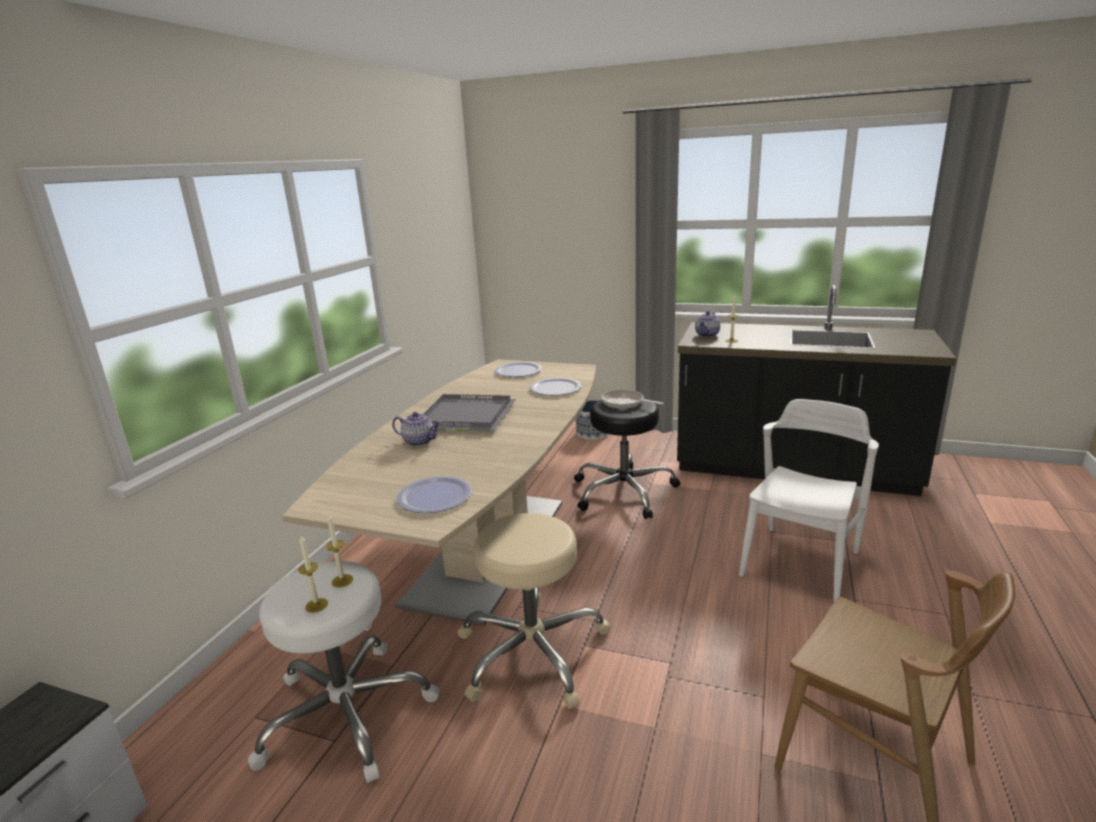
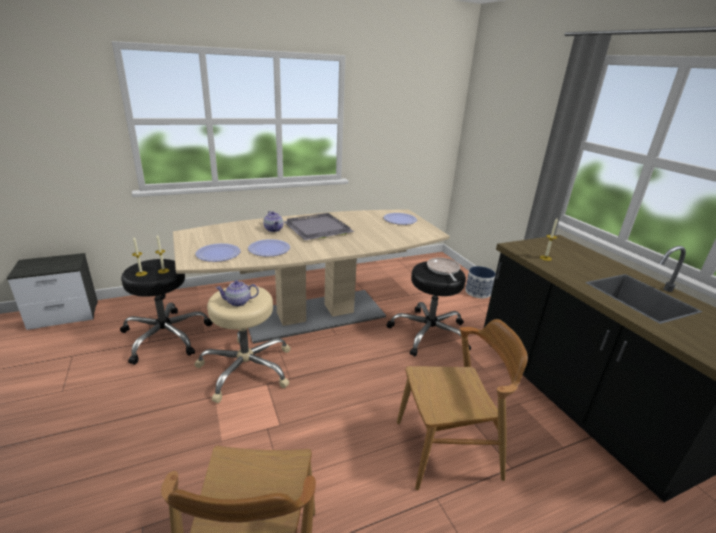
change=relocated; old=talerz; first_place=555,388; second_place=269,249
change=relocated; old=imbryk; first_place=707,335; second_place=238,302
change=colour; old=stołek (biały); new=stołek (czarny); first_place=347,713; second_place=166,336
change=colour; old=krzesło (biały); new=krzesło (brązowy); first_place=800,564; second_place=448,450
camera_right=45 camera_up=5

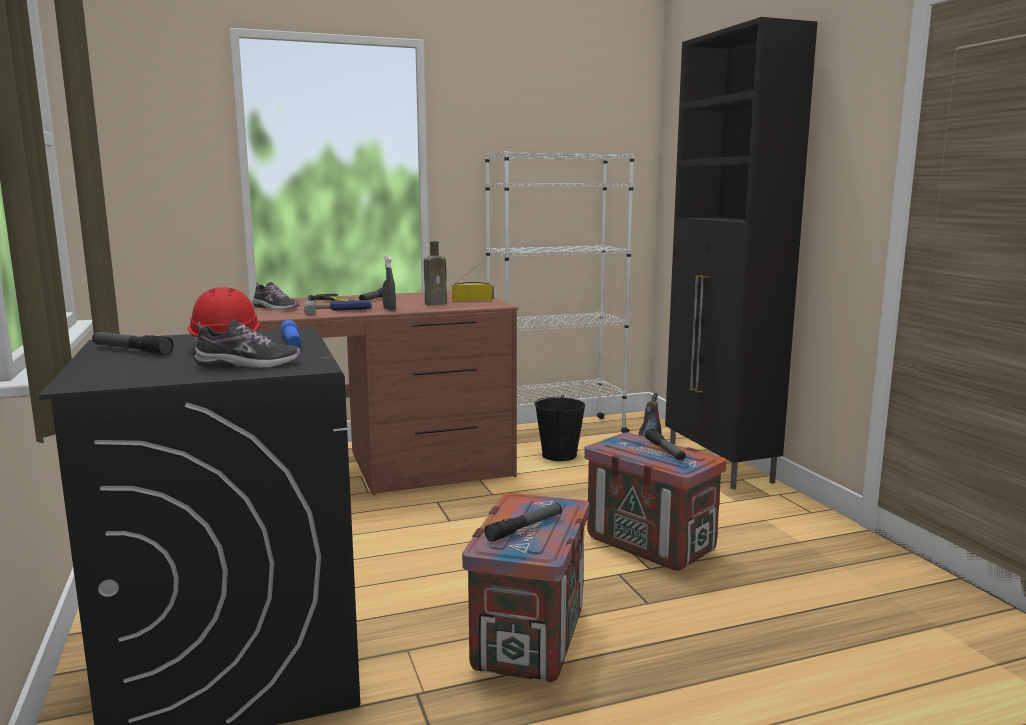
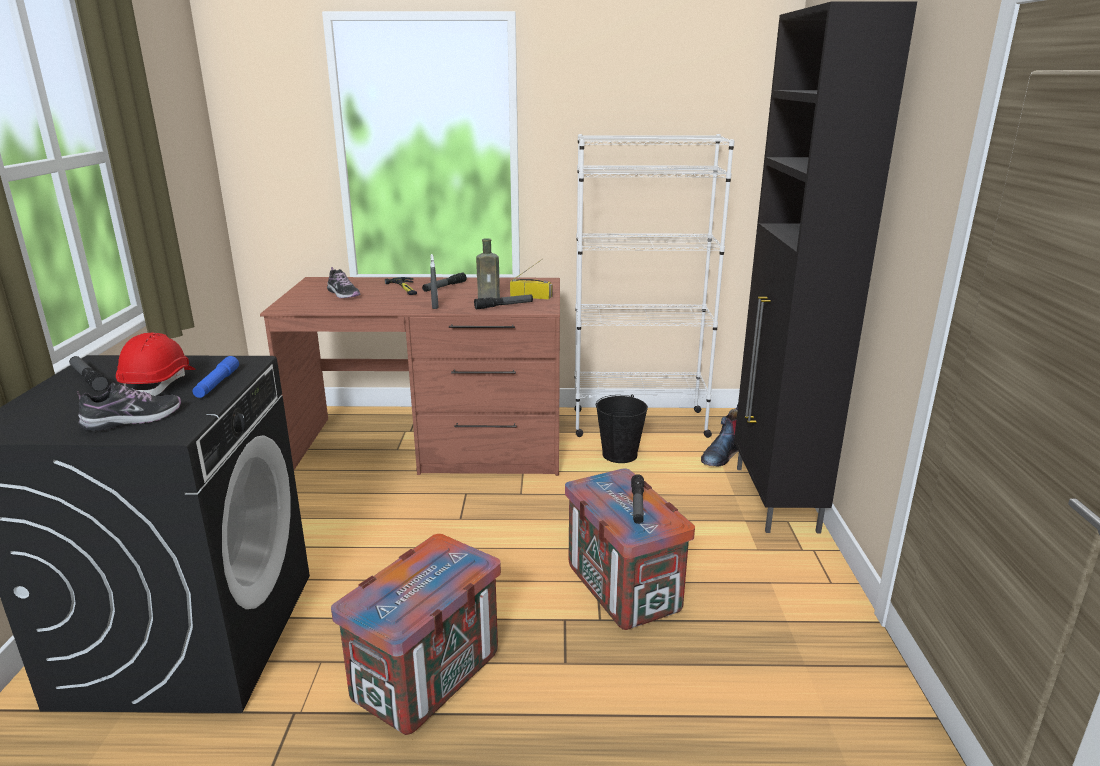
change=missing; old=młotek; first_place=337,310
change=relocated; old=latarka; first_place=525,527; second_place=504,306
change=spun; old=but; first_place=248,365; second_place=133,420; degrees=-45
camera_right=20 camera_up=10

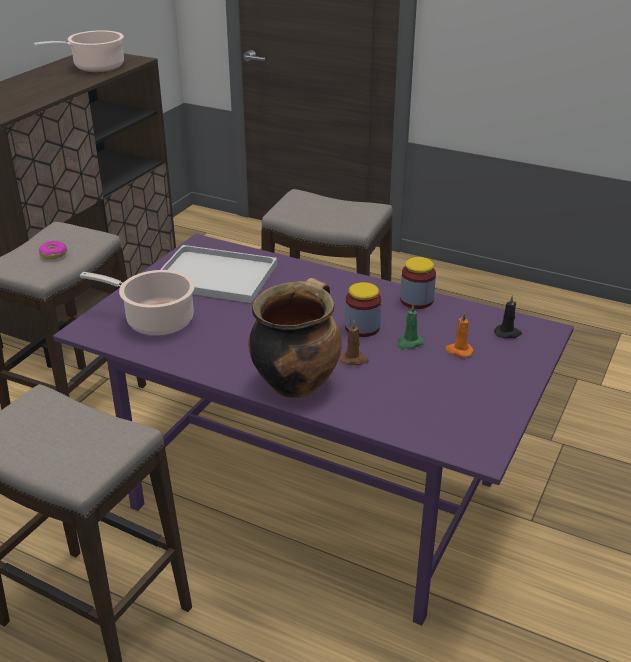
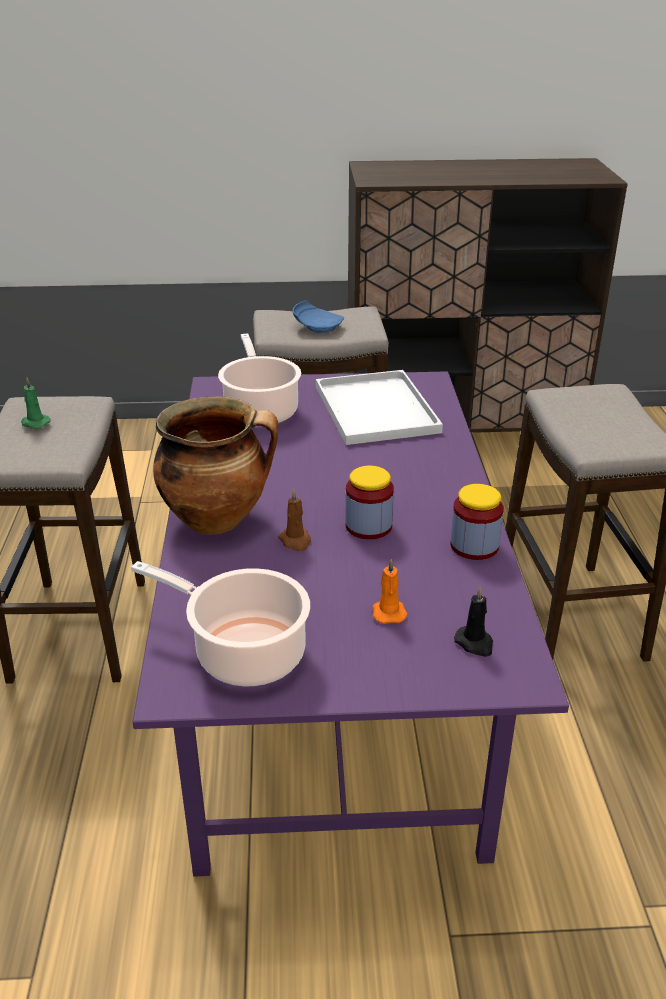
change=relocated; old=garnek; first_place=95,67; second_place=243,652
change=relocated; old=świeca (zielony); first_place=409,343; second_place=34,423
change=exchanged; old=donut; new=talerz (niebieski); first_place=53,254; second_place=317,327
camera_right=60 camera_up=0

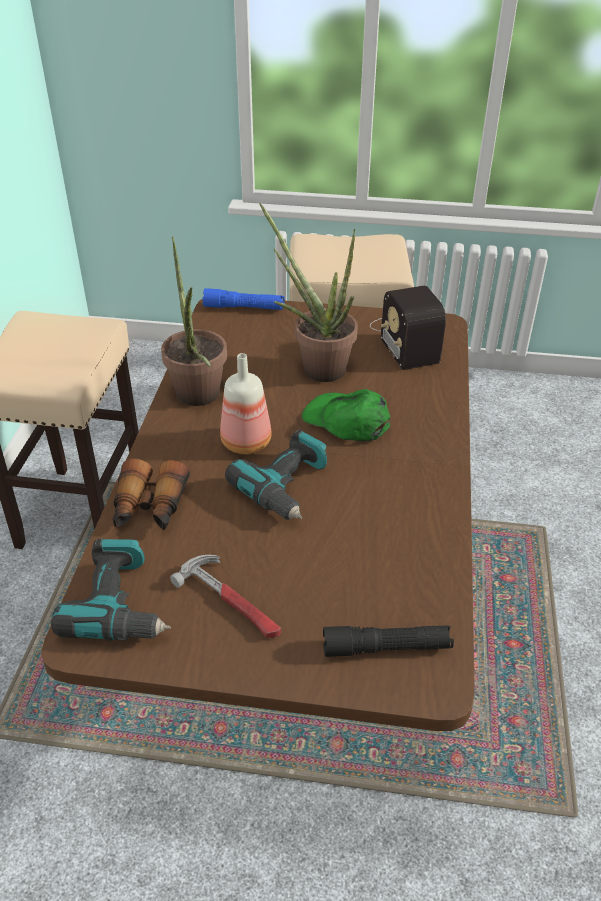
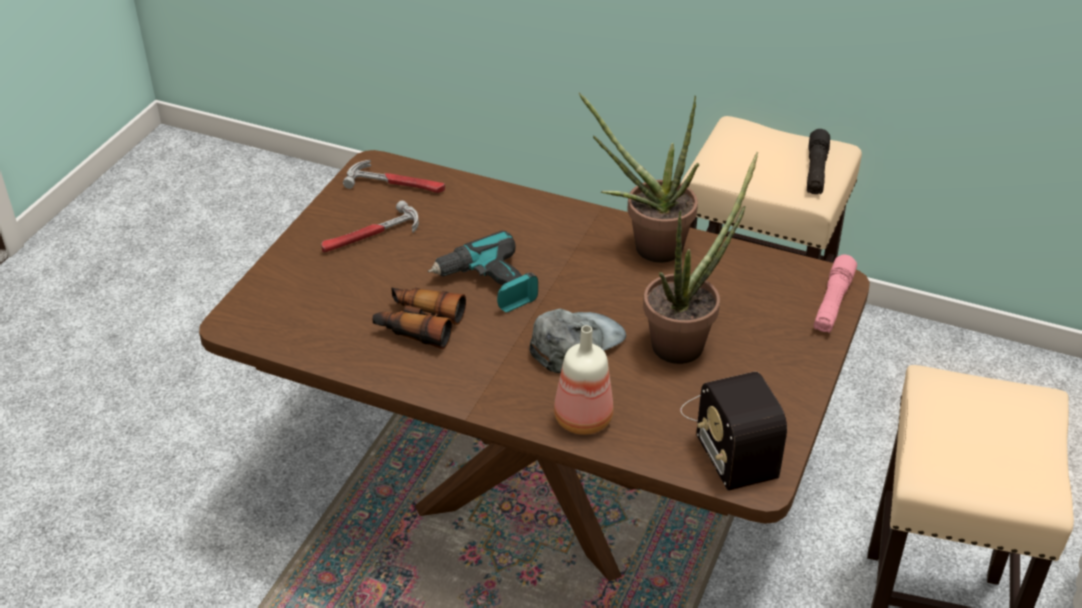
change=relocated; old=lornetka; first_place=149,508; second_place=418,325
change=relocated; old=butelka; first_place=247,443; second_place=582,420
change=relocated; old=latarka (czarny); first_place=386,648; second_place=816,171
change=exchanged; old=wiertarka; new=młotek; first_place=120,604; second_place=397,184
change=colour; old=latarka (niebieski); new=latarka (różowy); first_place=244,308; second_place=832,303
change=colour; old=czapka z daszkiem (zielony); new=czapka z daszkiem (szary); first_place=346,420; second_place=575,343
change=spun; old=radio; first_place=405,338; second_place=731,433; degrees=-105
camera_right=105 camera_up=0

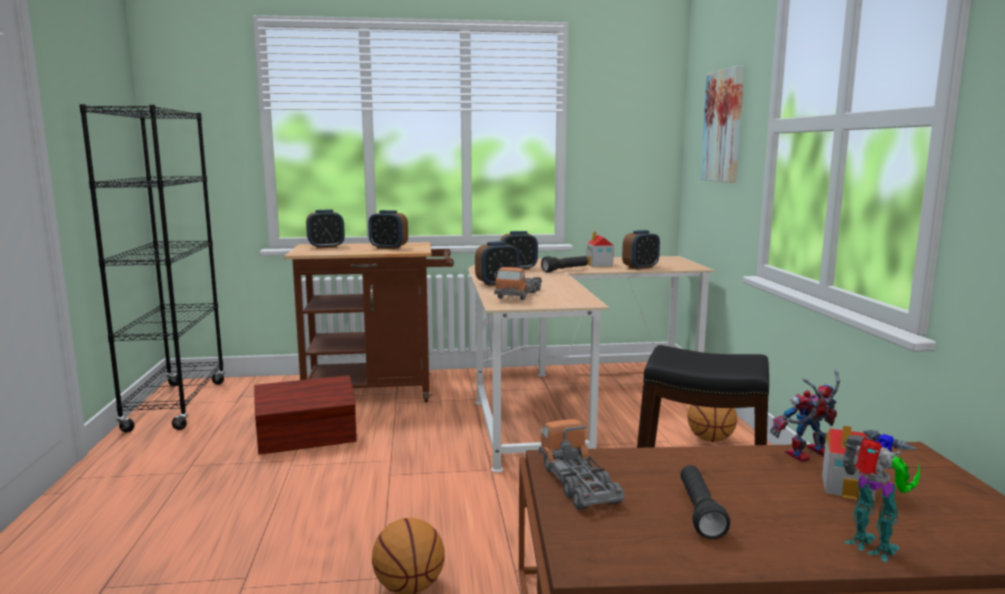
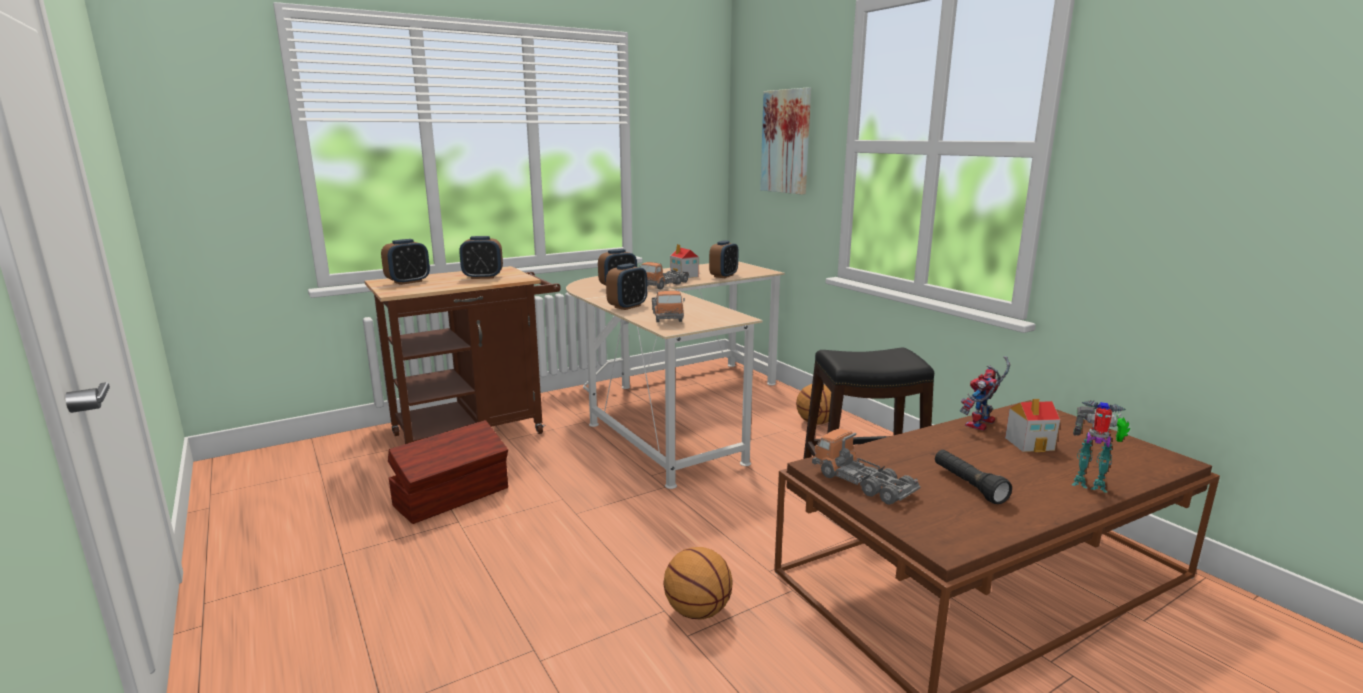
change=missing; old=regał (czarny); first_place=177,405
change=exchanged; old=latarka (czarny); new=ciężarówka zabawkowa; first_place=565,270; second_place=664,285
camera_right=-25 camera_up=5

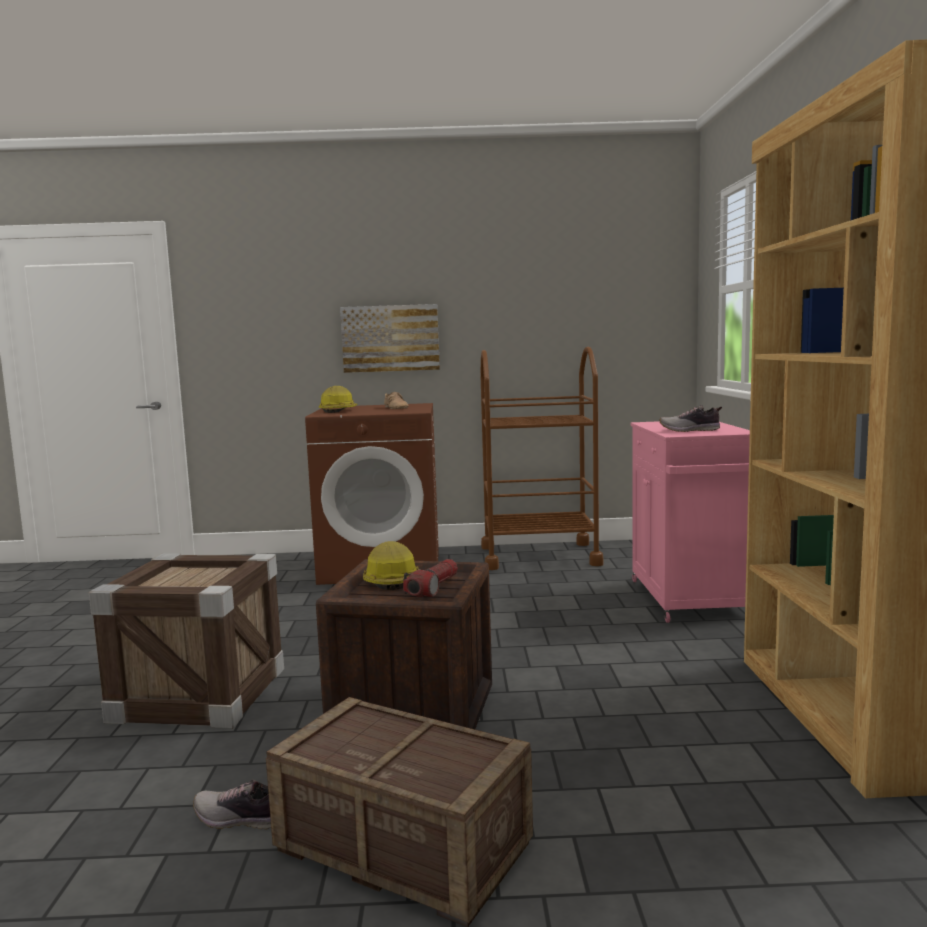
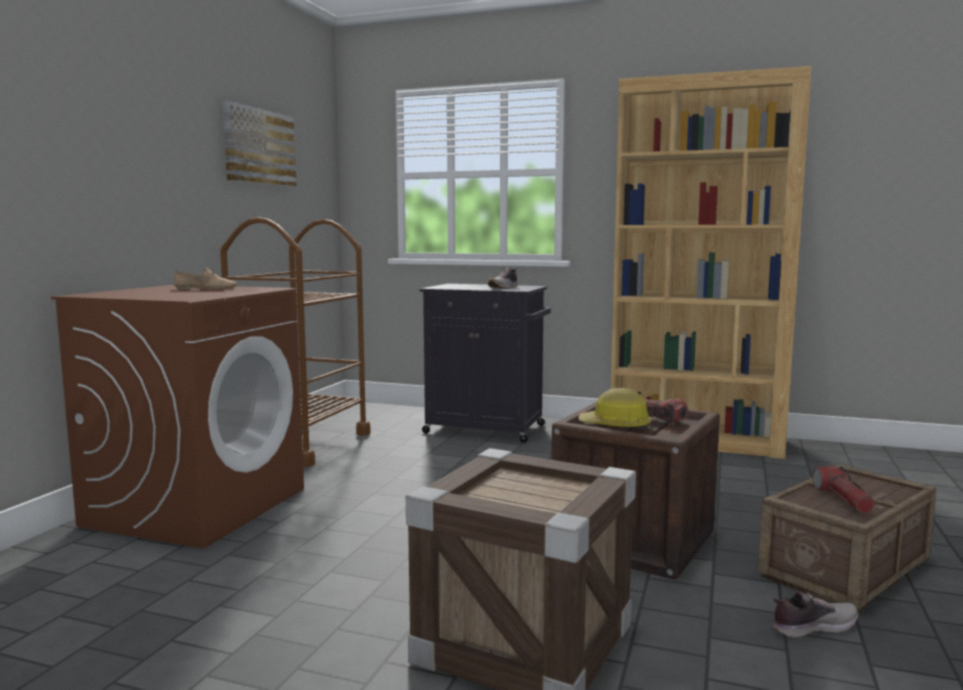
change=missing; old=kask; first_place=338,411
change=appeared; new=latarka; second_place=843,499
change=relocated; old=obraz; first_place=390,338; second_place=259,147
change=colour; old=szafka (różowy); new=szafka (czarny); first_place=689,600; second_place=487,429
change=spun; old=but; first_place=240,819; second_place=812,627; degrees=-135
camera_right=-70 camera_up=0

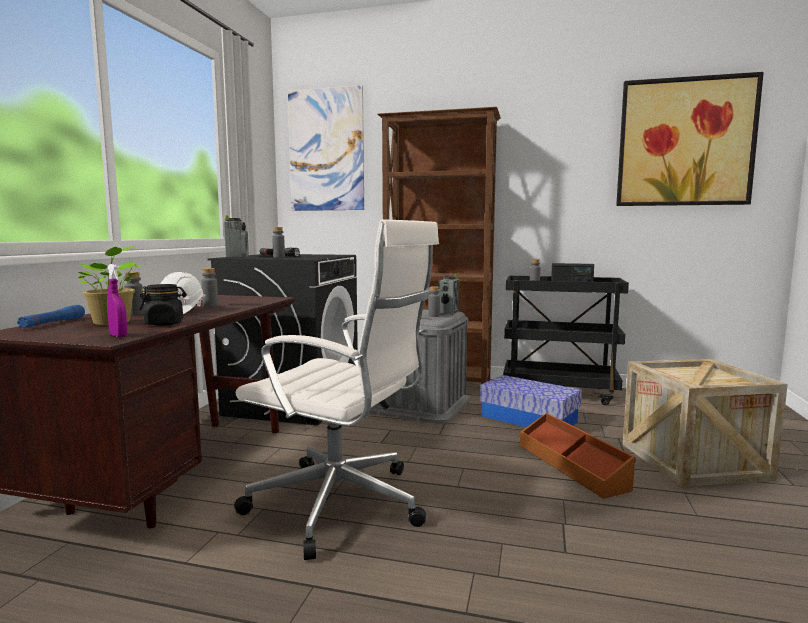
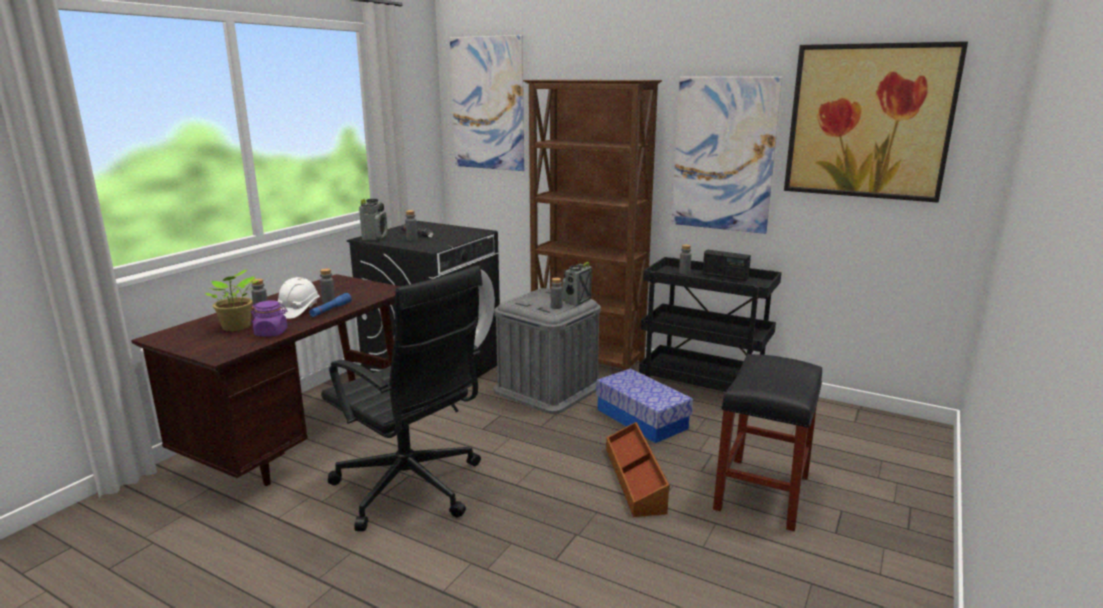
change=missing; old=spryskiwacz (fioletowy); first_place=118,335
change=appeared; new=obraz; second_place=723,155
change=relocated; old=latarka (niebieski); first_place=53,323; second_place=330,310
change=exchanged; old=skrzynka; new=stołek (czarny); first_place=693,461; second_place=762,491
change=colour; old=słoik (czarny); new=słoik (fioletowy); first_place=165,323; second_place=271,333
change=colour; old=krzesło biurowe (biały); new=krzesło biurowe (czarny); first_place=342,506; second_place=410,488
camera_right=15 camera_up=10

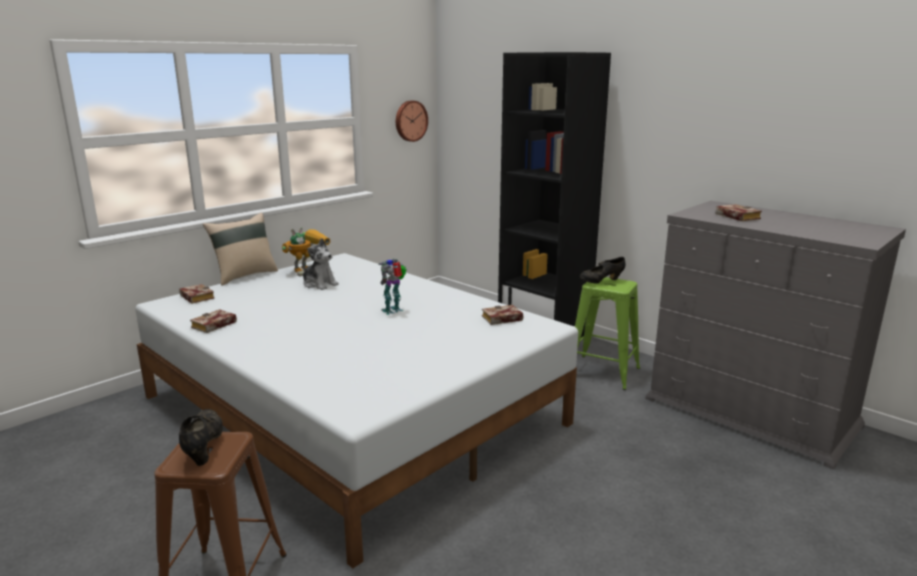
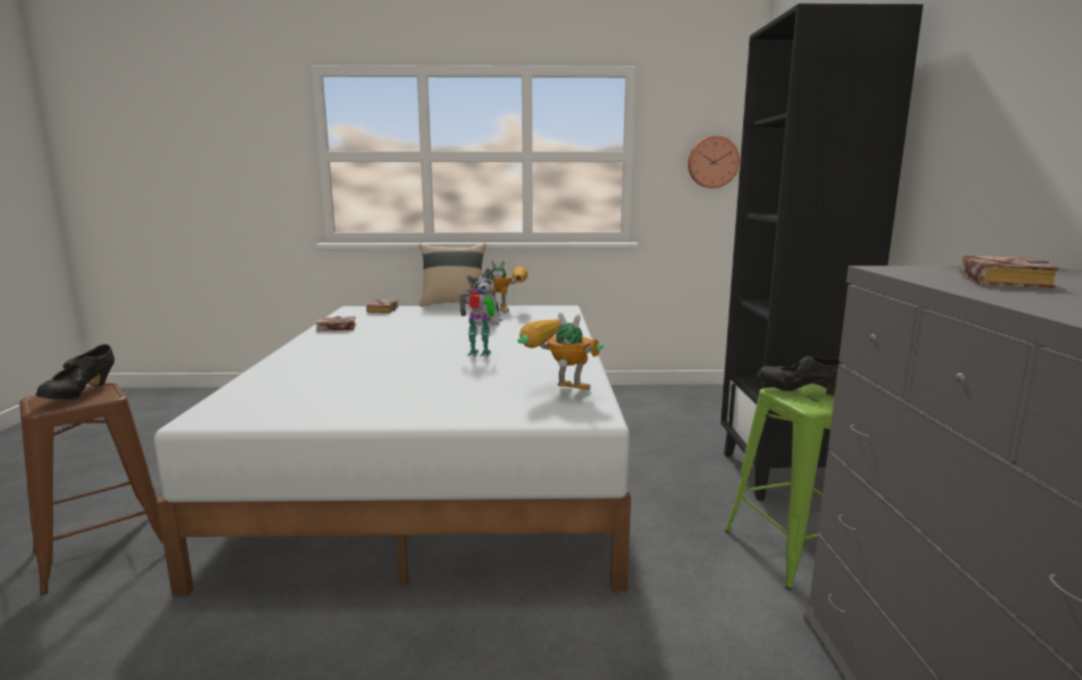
change=exchanged; old=książka; new=robot zabawkowy; first_place=501,319; second_place=556,391
change=spun; old=but (czarny); first_place=203,447; second_place=80,394; degrees=150
camera_right=45 camera_up=-5

